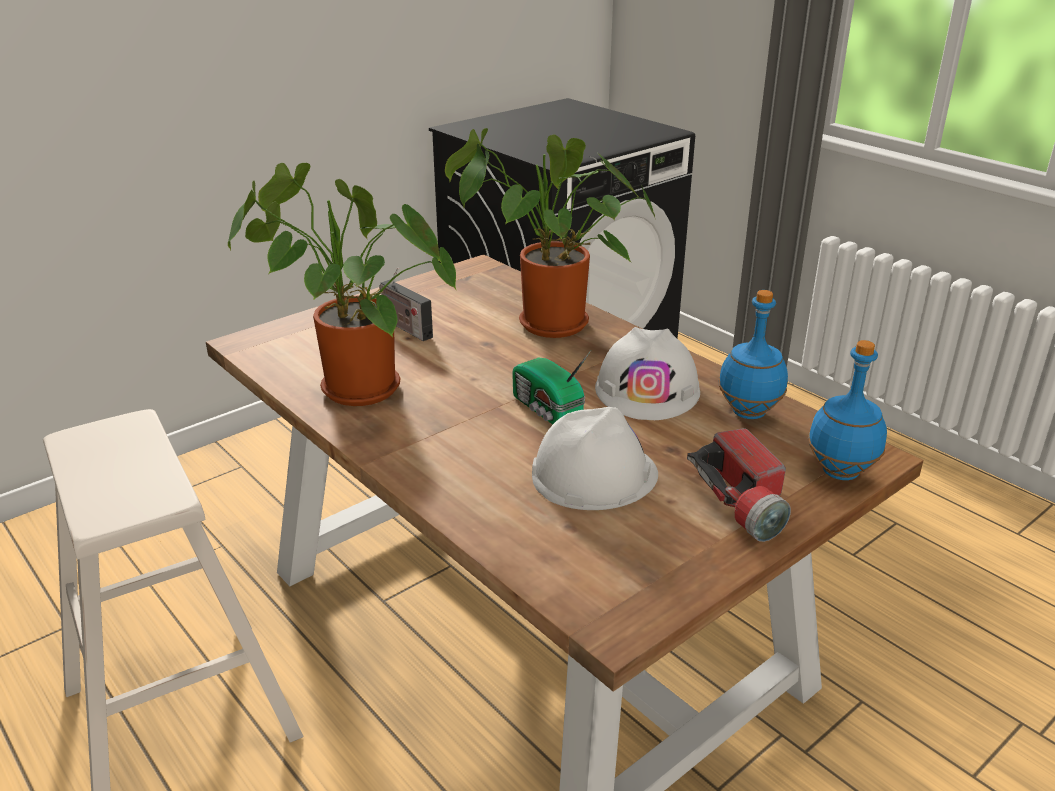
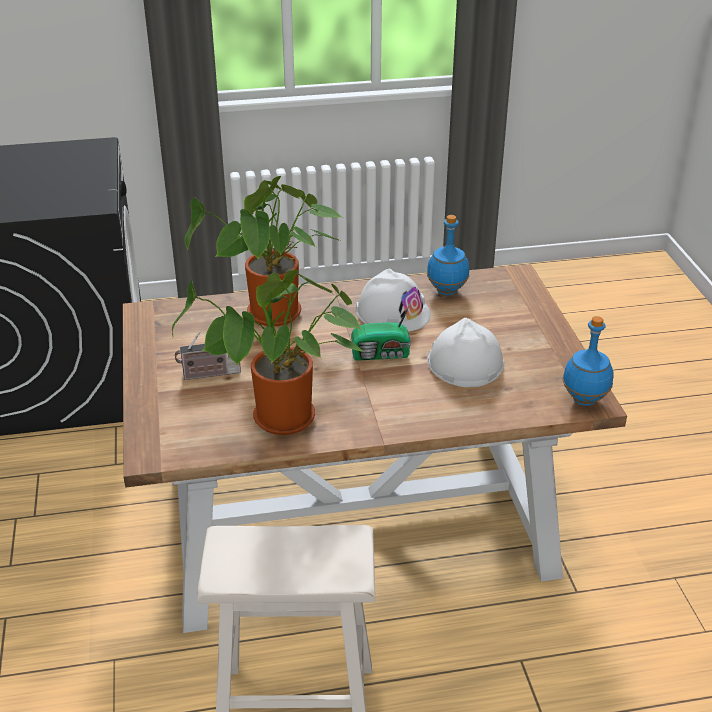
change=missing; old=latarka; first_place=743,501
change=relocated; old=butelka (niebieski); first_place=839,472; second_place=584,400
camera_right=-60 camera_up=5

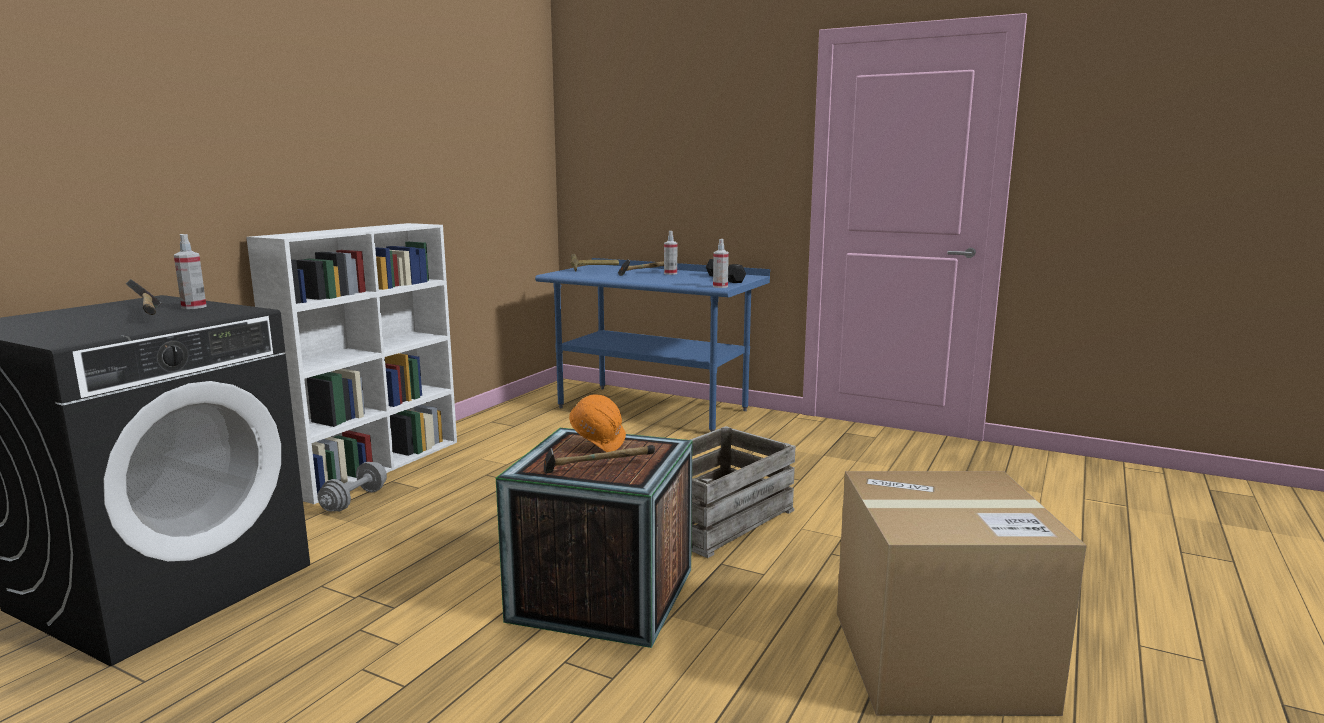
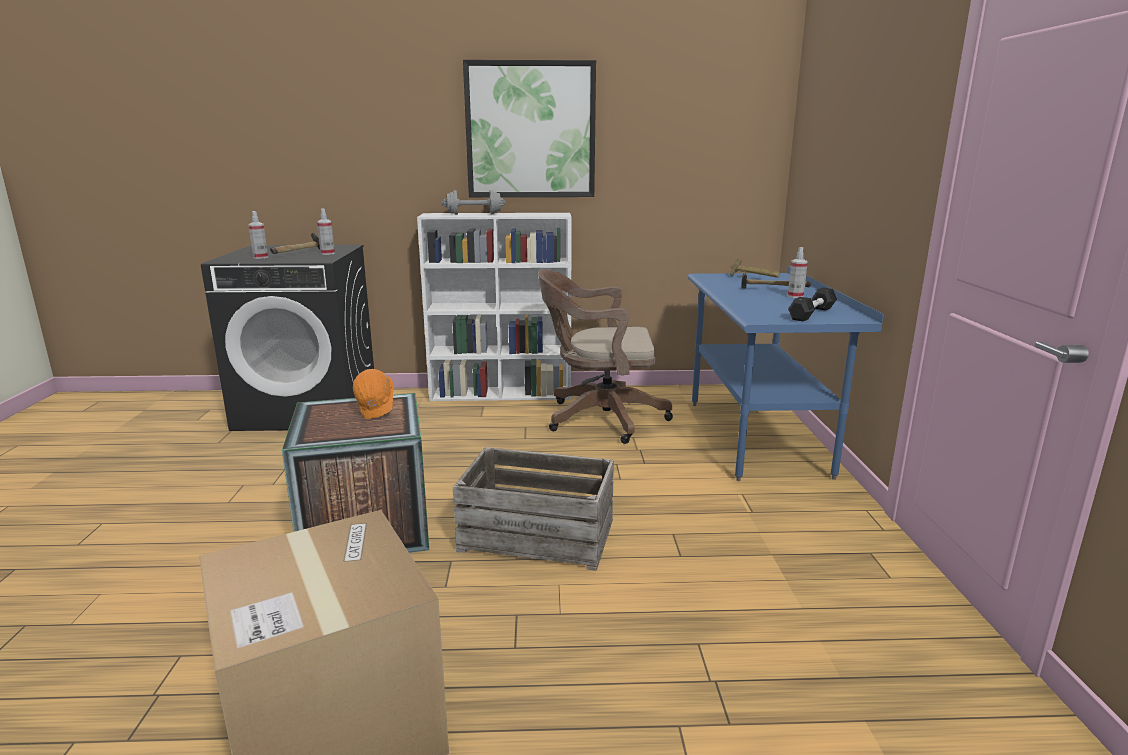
change=missing; old=młotek; first_place=596,469
change=appeared; new=obraz; second_place=530,130
change=appeared; new=krzesło biurowe (brązowy); second_place=599,418
change=relocated; old=hantel (szary); first_place=354,500; second_place=474,214
change=relocated; old=spryskiwacz; first_place=720,286; second_place=260,257
camera_right=60 camera_up=5

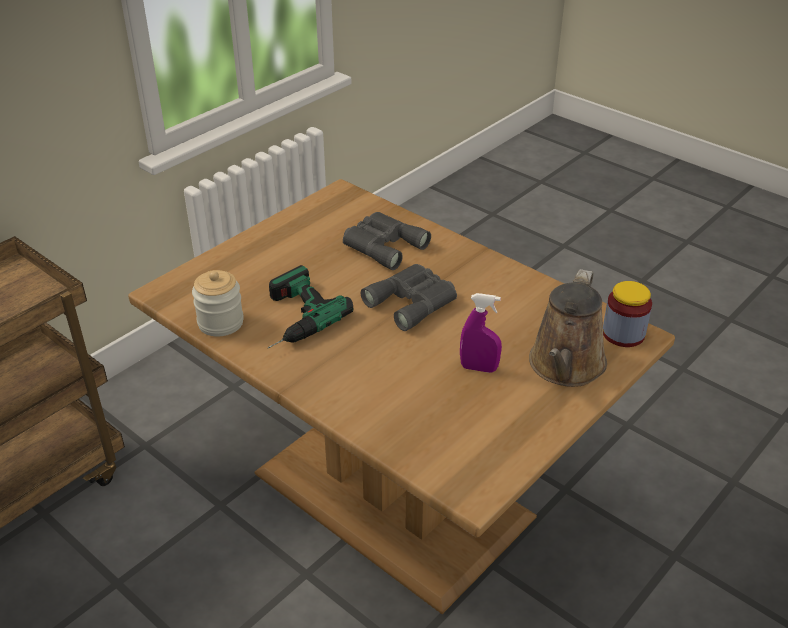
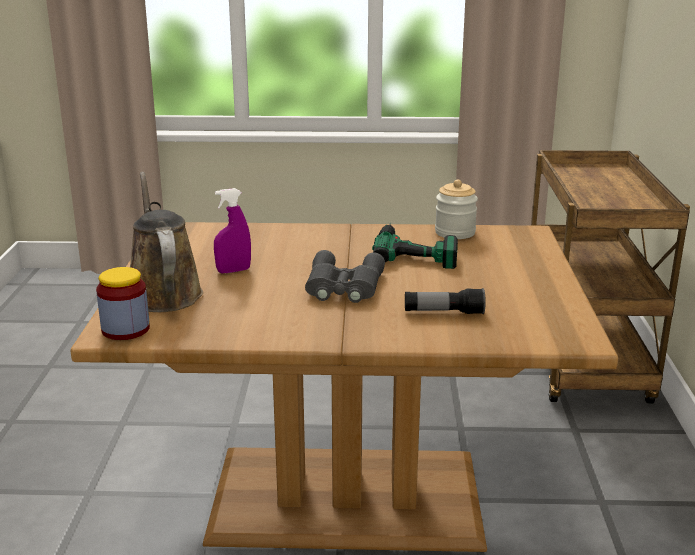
change=exchanged; old=lornetka (szary); new=latarka; first_place=382,245; second_place=443,312
camera_right=140 camera_up=-15

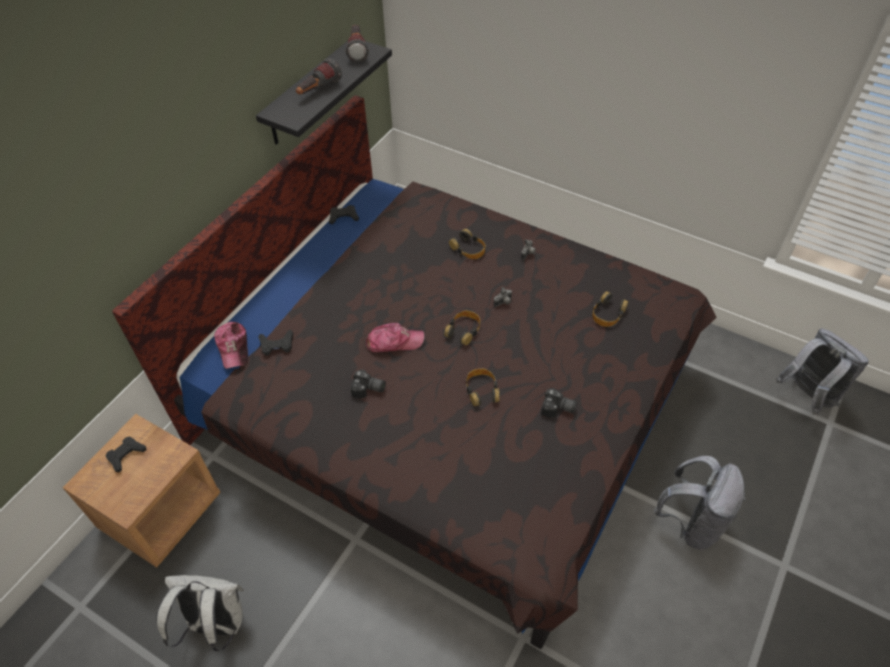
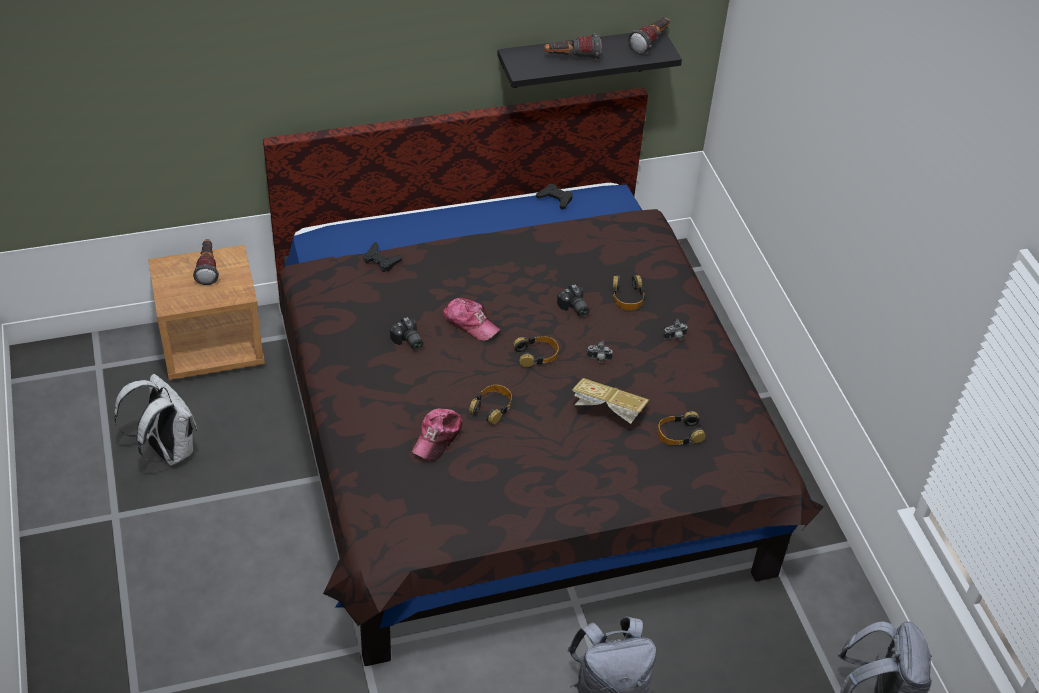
change=appeared; new=książka; second_place=608,411
change=relocated; old=czapka z daszkiem; first_place=234,347; second_place=437,438
change=relocated; old=aparat fotograficzny; first_place=558,409; second_place=573,308
change=exchanged; old=pad do gier (czarny); new=latarka; first_place=126,455; second_place=208,268
camera_right=40 camera_up=-5

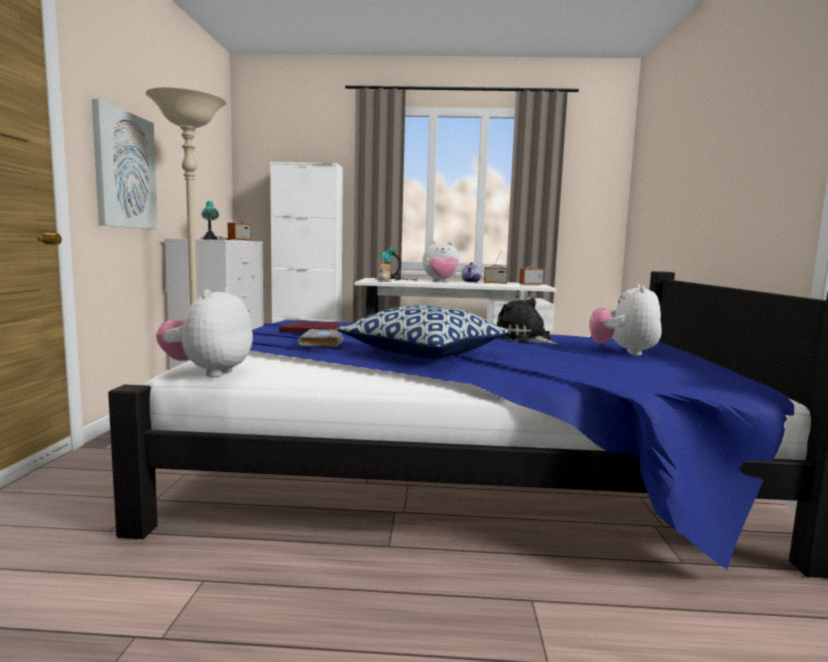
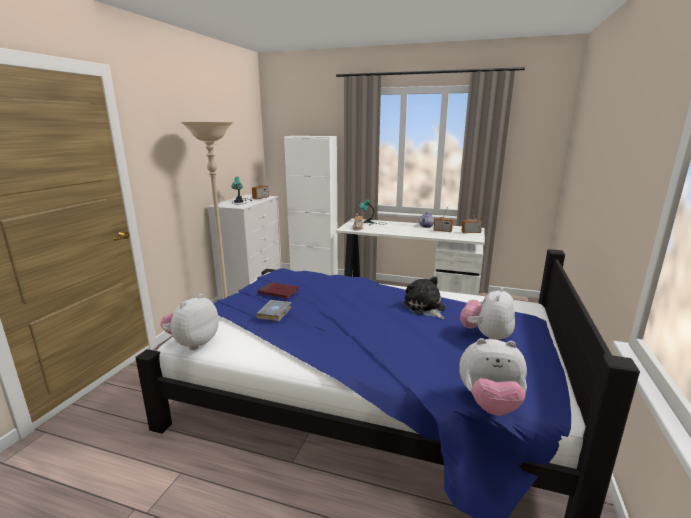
change=missing; old=obraz; first_place=124,170
change=missing; old=poduszka; first_place=423,353
change=relocated; old=pluszak; first_place=441,281; second_place=489,404
camera_right=15 camera_up=10

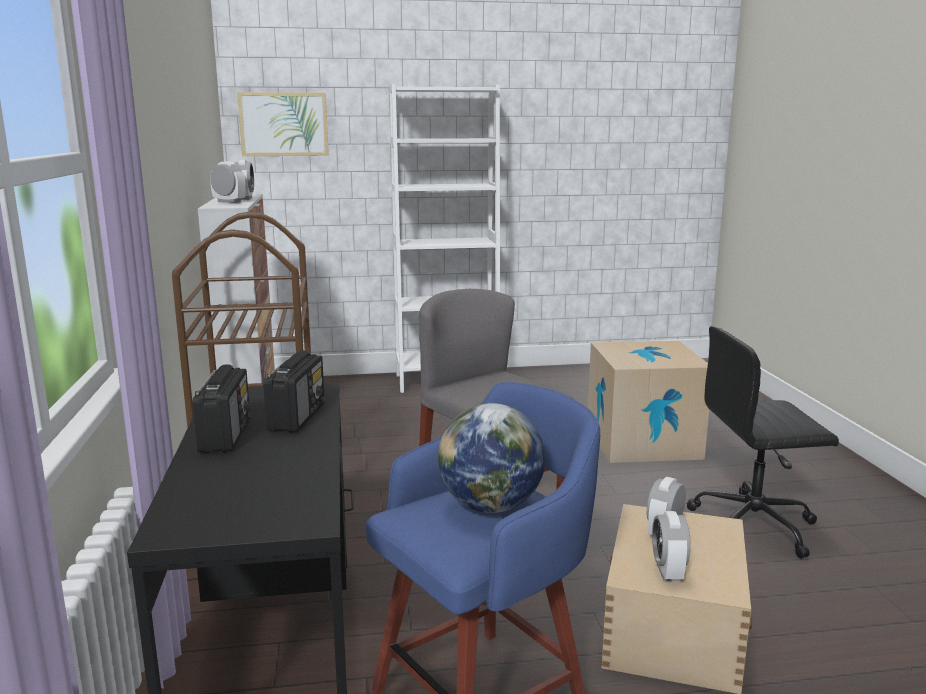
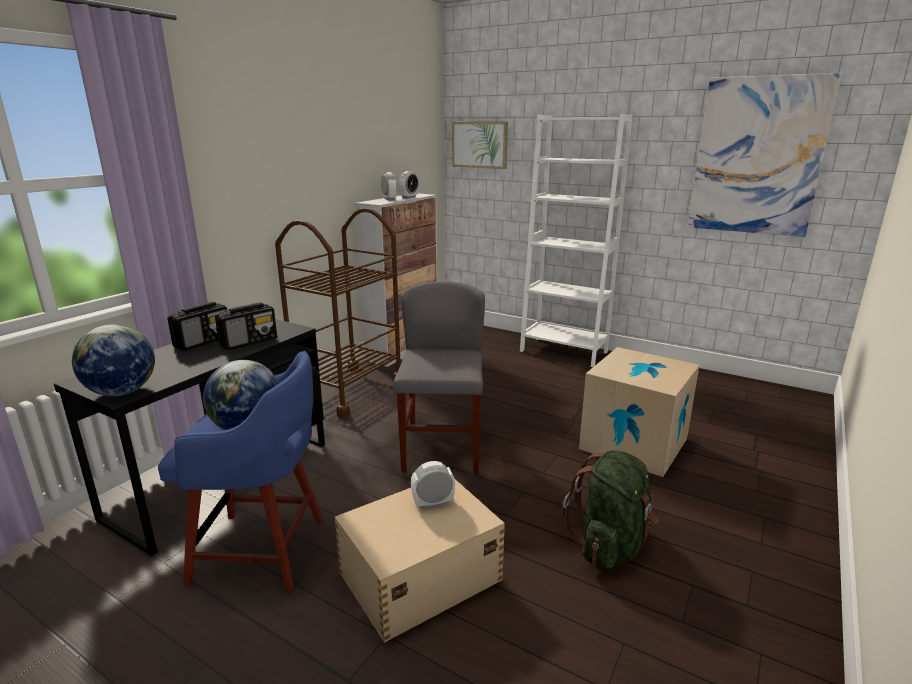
change=missing; old=budzik; first_place=668,571
change=appeared; new=globus; second_place=121,392
change=appeared; new=obraz; second_place=758,157
change=exchanged; old=krzesło biurowe (czarny); new=plecak (zielony); first_place=755,525; second_place=610,544
camera_right=40 camera_up=5

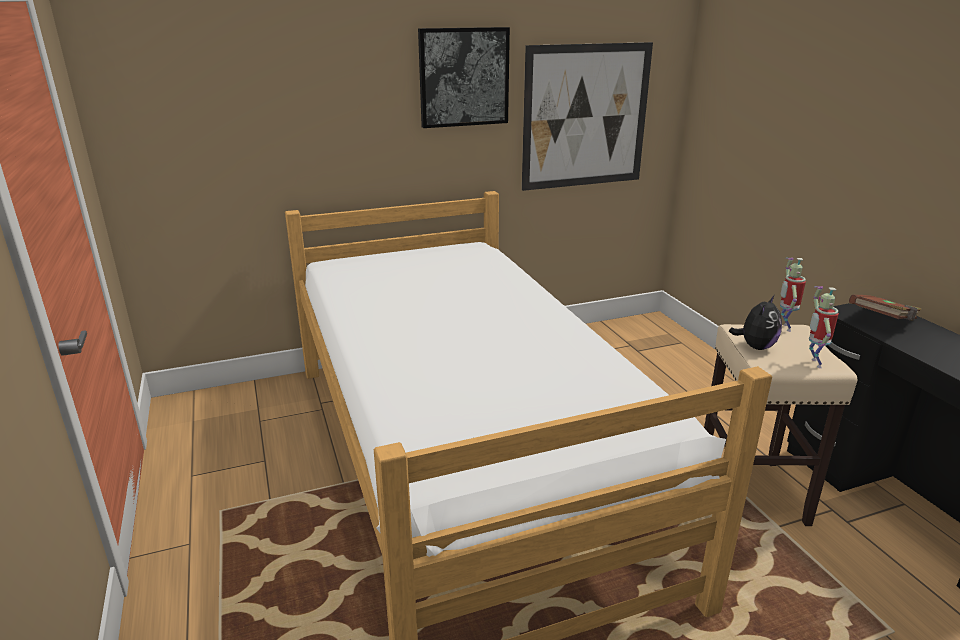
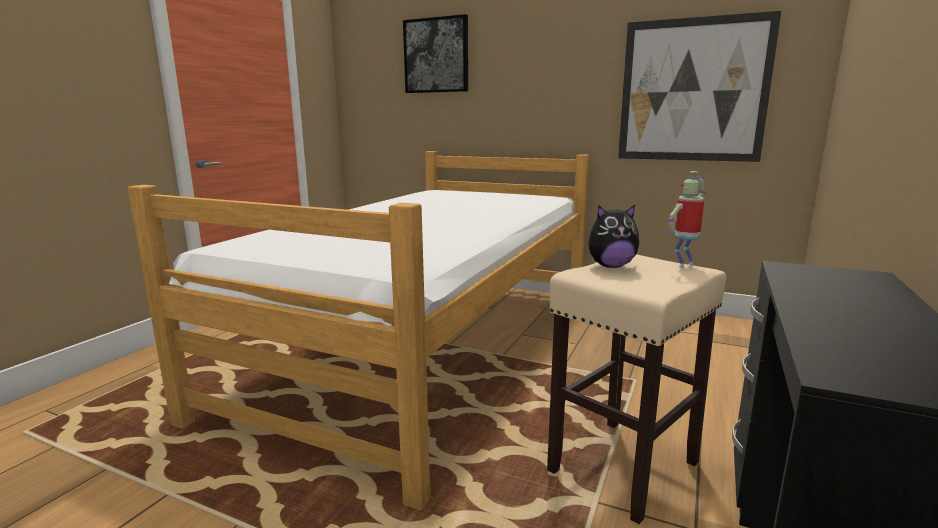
change=missing; old=robot zabawkowy; first_place=813,363
change=missing; old=książka (brązowy); first_place=882,321
change=relocated; old=obraz; first_place=464,77; second_place=436,56
camera_right=45 camera_up=-10

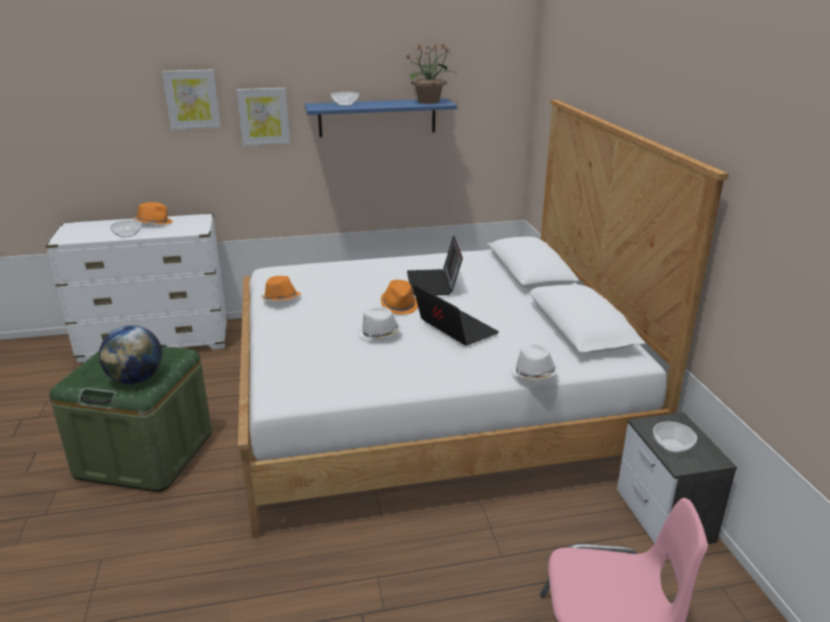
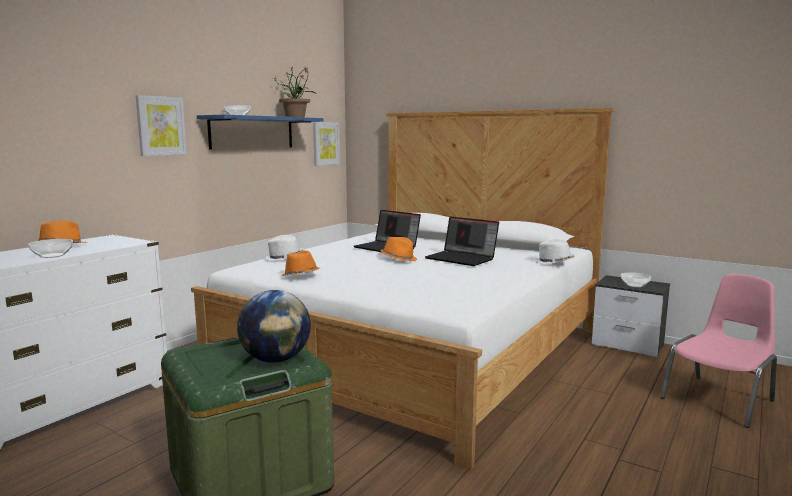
change=relocated; old=obraz; first_place=192,99; second_place=325,143
change=relocated; old=kapelusz (biały); first_place=379,334; second_place=284,258
change=spun; old=laptop; first_place=453,329; second_place=462,258; degrees=-150
camera_right=-45 camera_up=-15

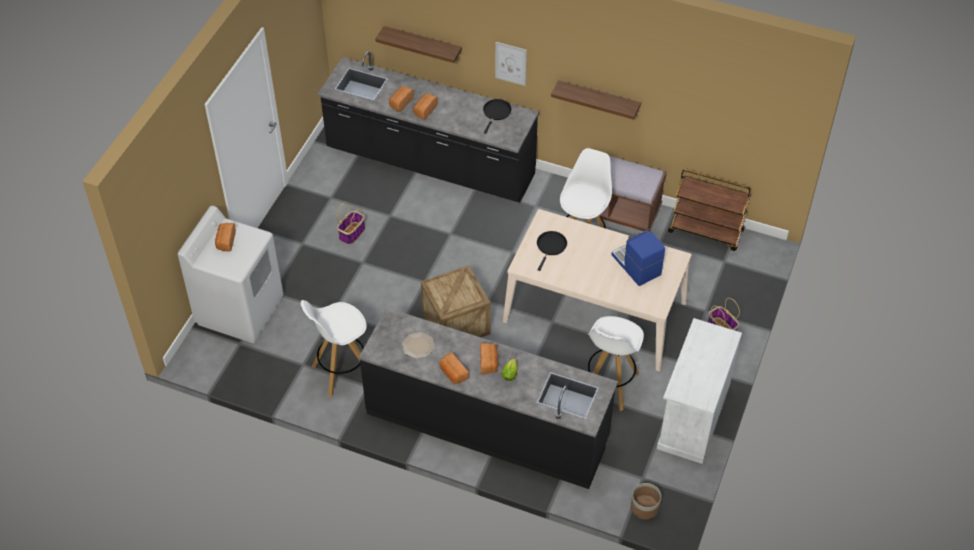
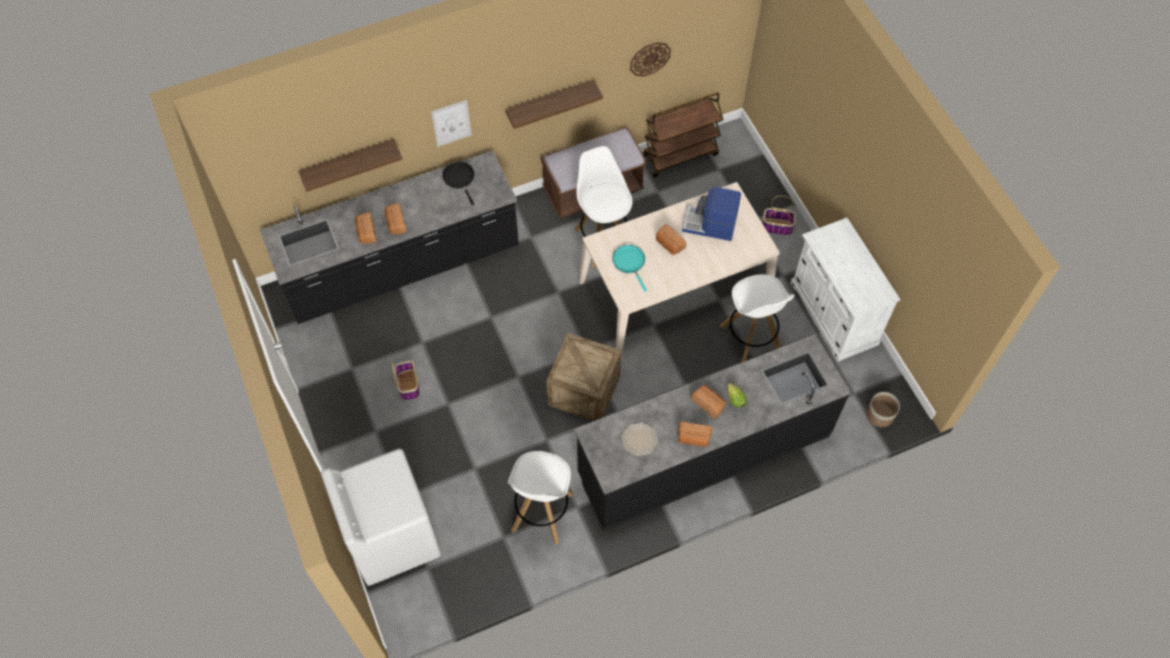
change=appeared; new=zegar ścienny; second_place=649,58
change=relocated; old=chleb; first_place=225,241; second_place=669,244
change=colour; old=patelnia (czarny); new=patelnia (turkusowy); first_place=551,246; second_place=630,262
camera_right=-45 camera_up=10

